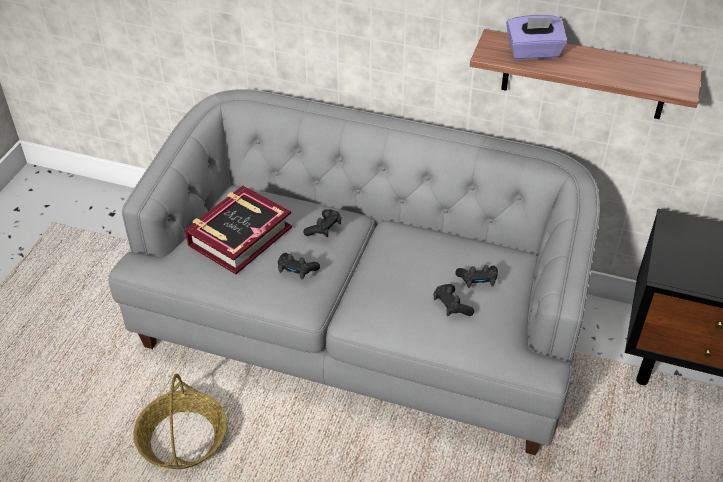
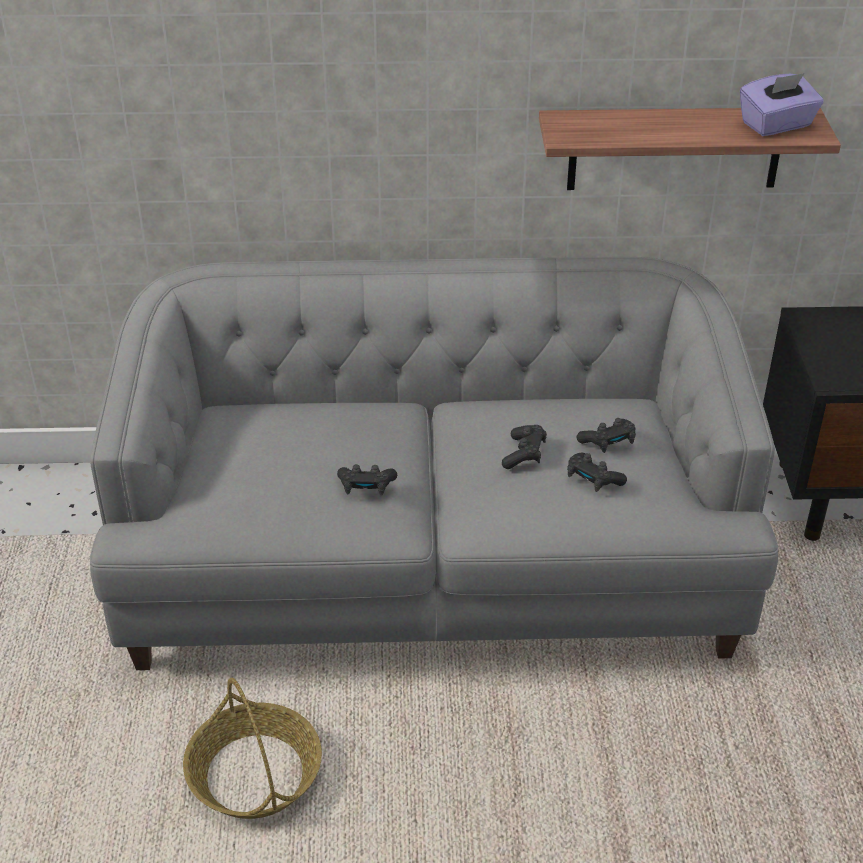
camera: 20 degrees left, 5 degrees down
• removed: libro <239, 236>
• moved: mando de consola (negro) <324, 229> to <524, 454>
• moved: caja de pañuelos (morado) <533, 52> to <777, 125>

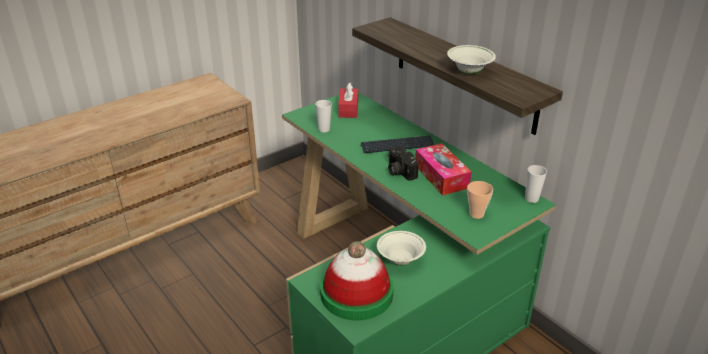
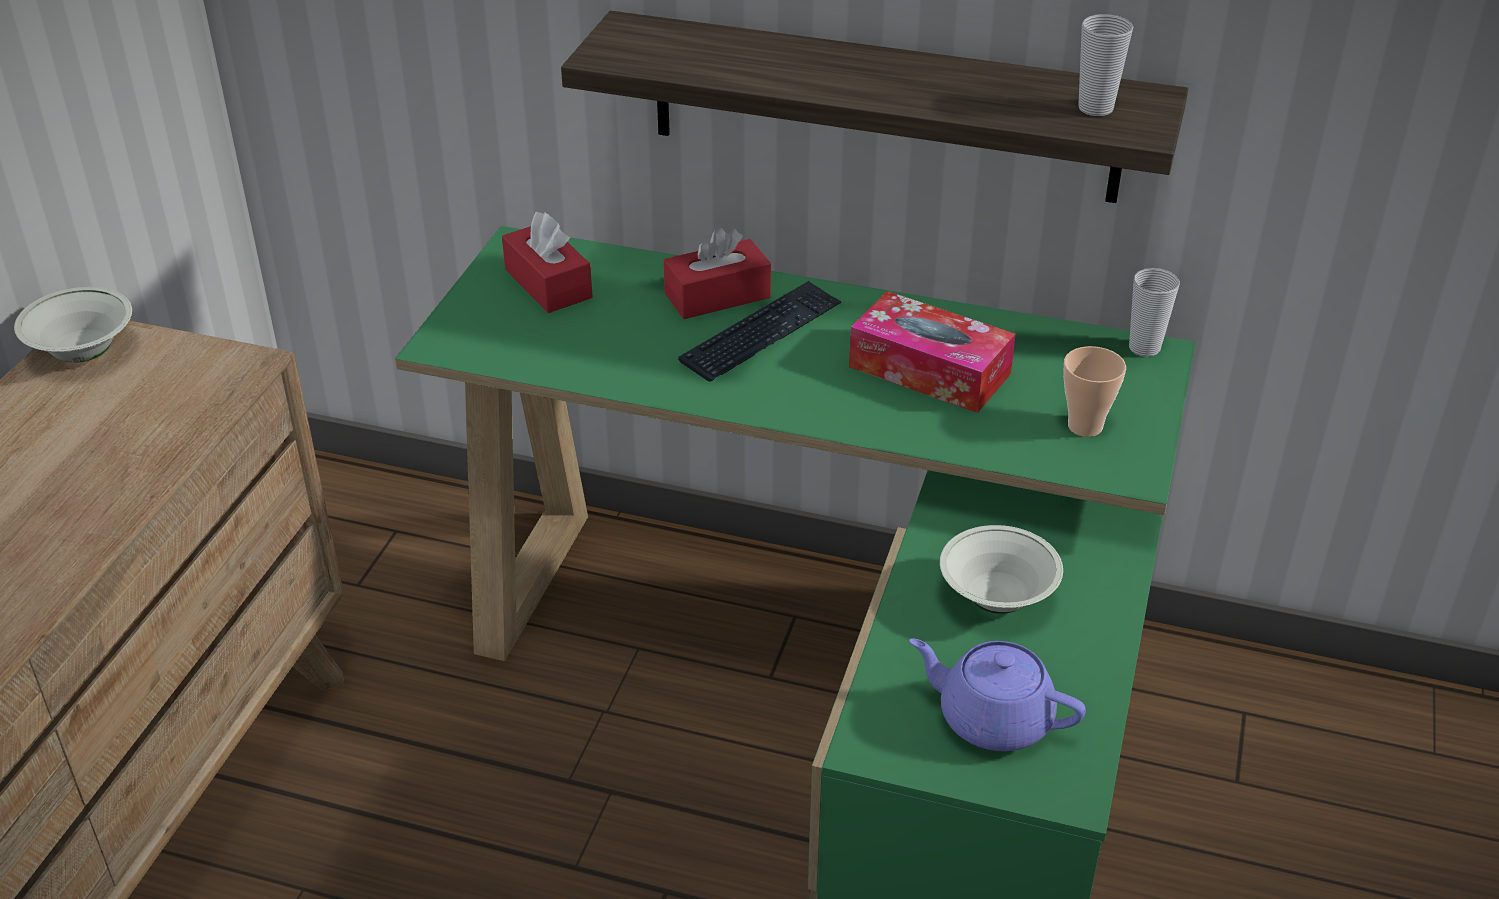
camera: 35 degrees left, 5 degrees up
• moved: taza <324, 129> to <1095, 108>
• replaced: sombrero <356, 293> to tetera (morado) <992, 718>
• removed: cámara <399, 171>
• moved: cuenco (blanco) <469, 71> to <83, 353>
• added: caja de pañuelos (rojo) <717, 296>

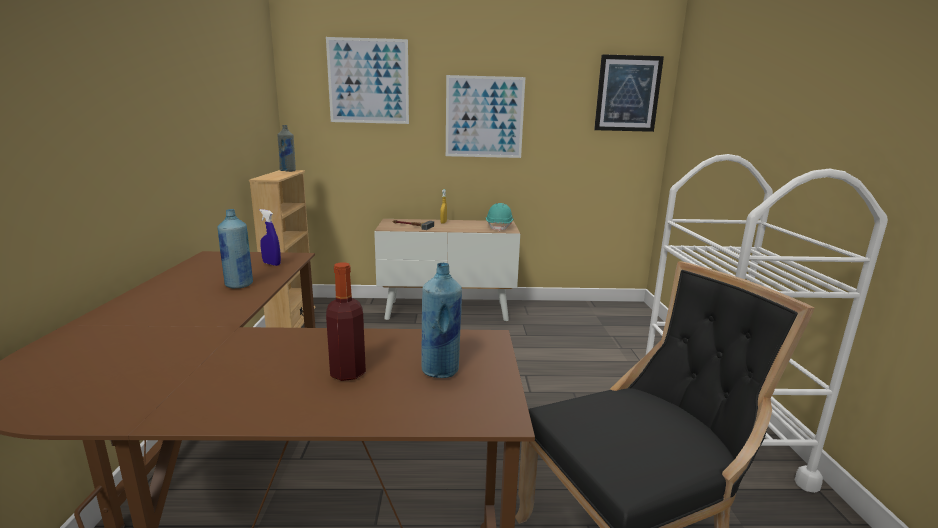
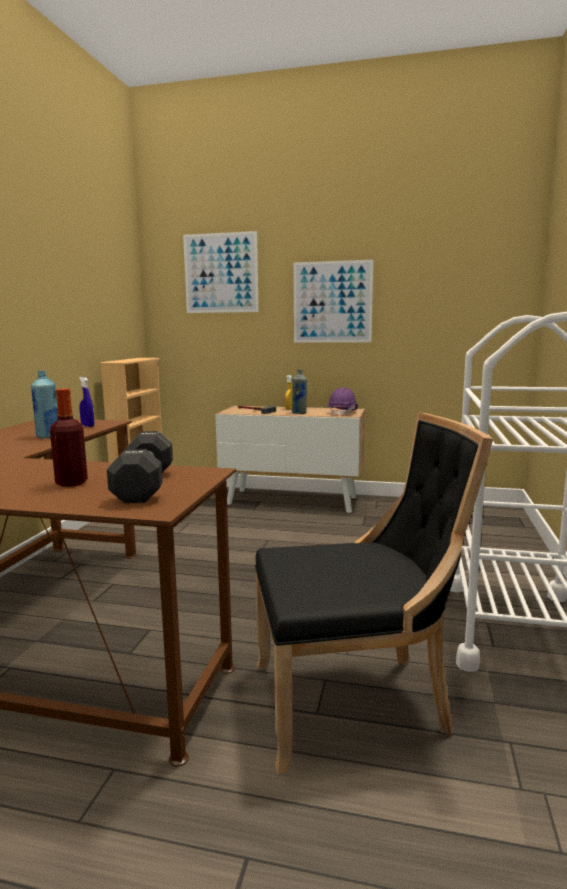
camera: 15 degrees right, 5 degrees down
• moved: botella (gris) <288, 171> to <299, 413>
• replaced: botella (azul) <441, 370> to mancuerna (negro) <144, 486>
• recoloured: casco (turquesa) <499, 227> to casco (morado) <343, 412>
• removed: cuadro <627, 94>

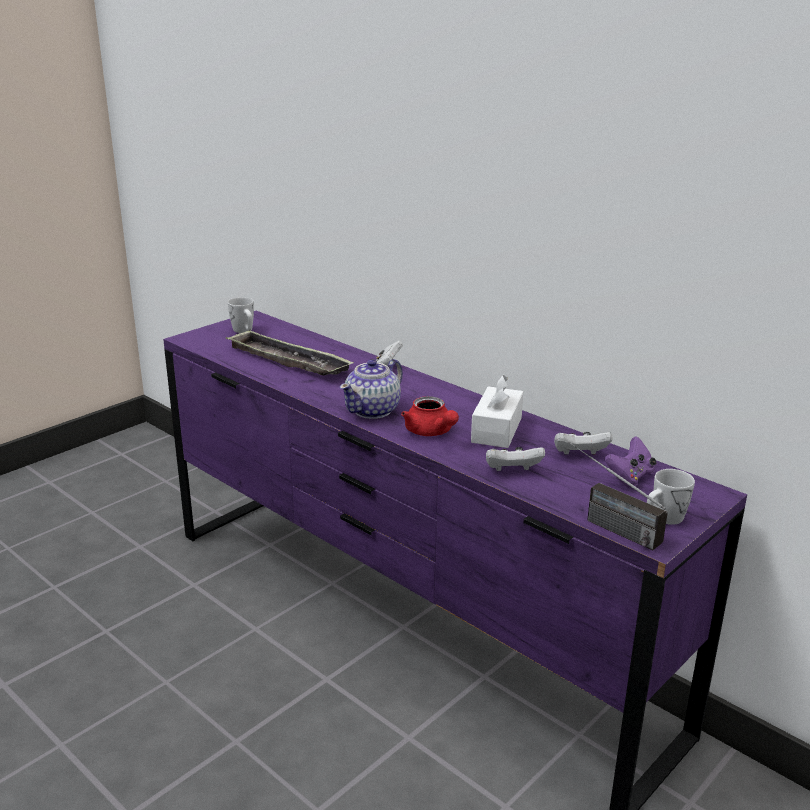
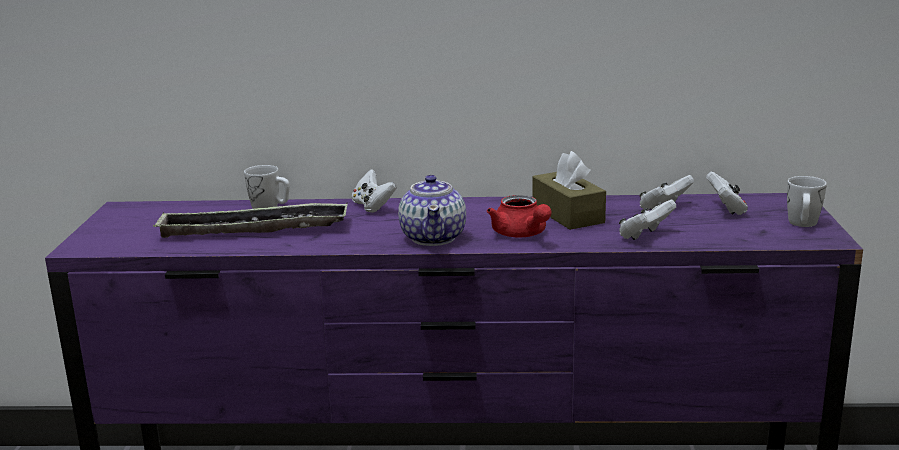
camera: 40 degrees left, 5 degrees down
• moved: taza grande (blanco) <244, 331> to <270, 208>
• turned: tetera (rojo) <431, 432> = <521, 234> 45 degrees clockwise
• recoloured: caja de pañuelos (blanco) <496, 430> to caja de pañuelos (marrón) <567, 214>
• removed: radio <605, 524>
• recoloured: mando de consola (morado) <629, 477> to mando de consola (blanco) <726, 209>

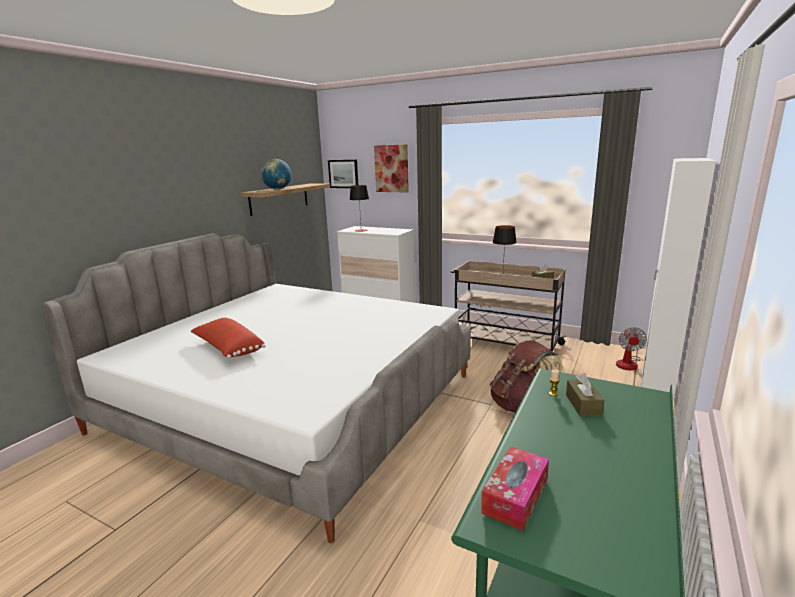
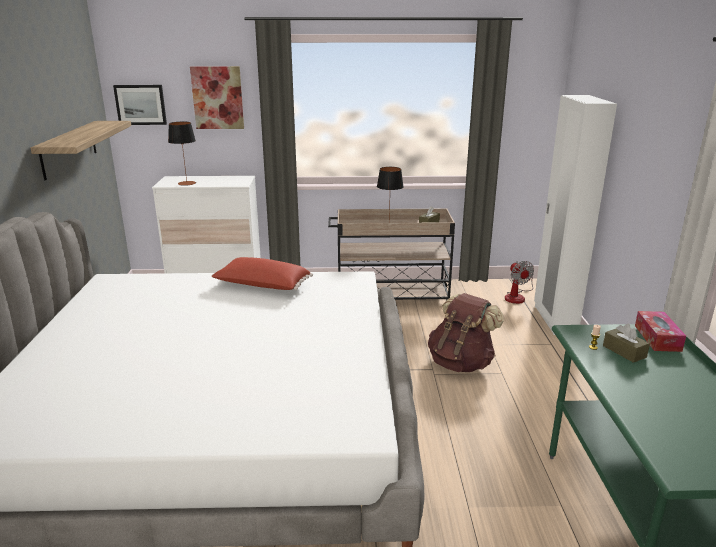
camera: 30 degrees left, 5 degrees up
• moved: cojín (rojo) <228, 348> to <262, 286>
• removed: globo terráqueo <278, 189>
• moved: caja de pañuelos <515, 496> to <657, 338>

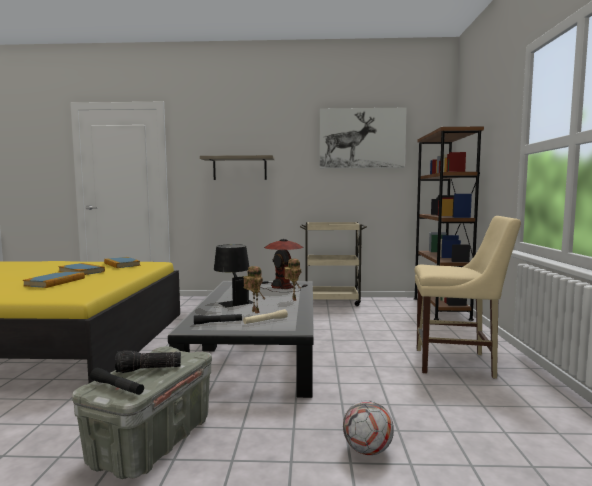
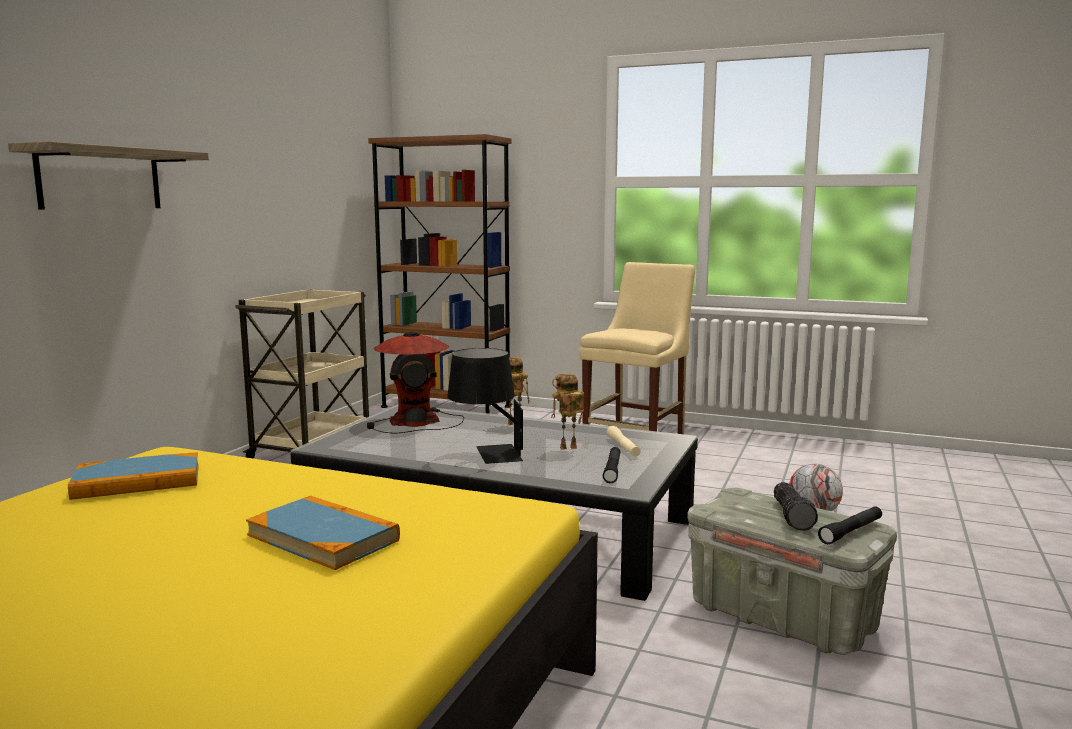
camera: 70 degrees left, 5 degrees up
• removed: libro <81, 271>
• removed: cuadro <362, 138>

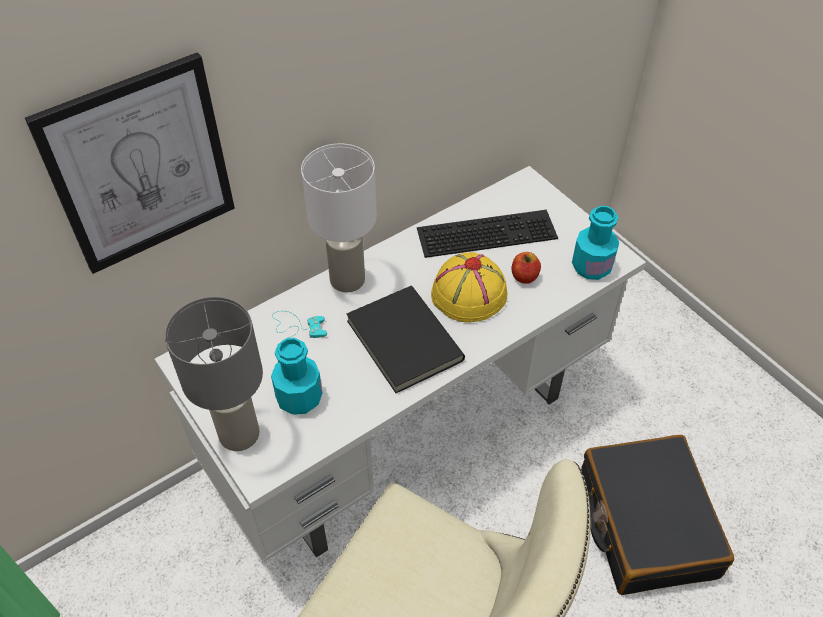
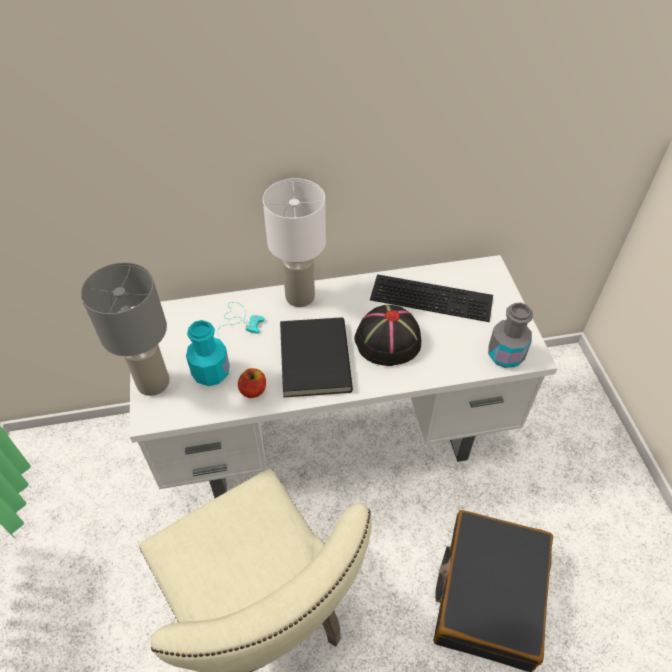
camera: 25 degrees right, 0 degrees up
• removed: cuadro <140, 166>
• recoloured: sombrero (amarillo) <468, 294> to sombrero (negro) <387, 341>
• moved: manzana <524, 276> to <253, 390>
• recoloured: botella (turquesa) <591, 266> to botella (gris) <505, 355>

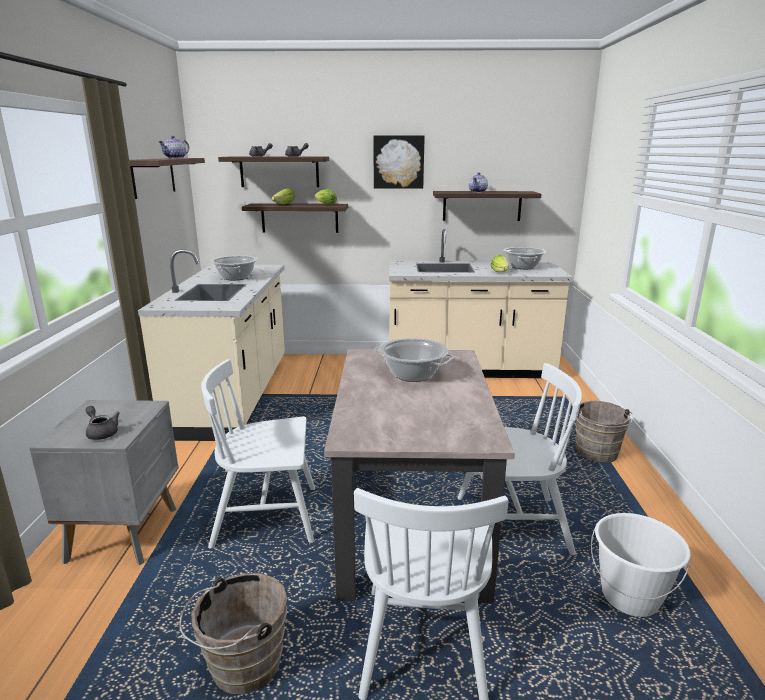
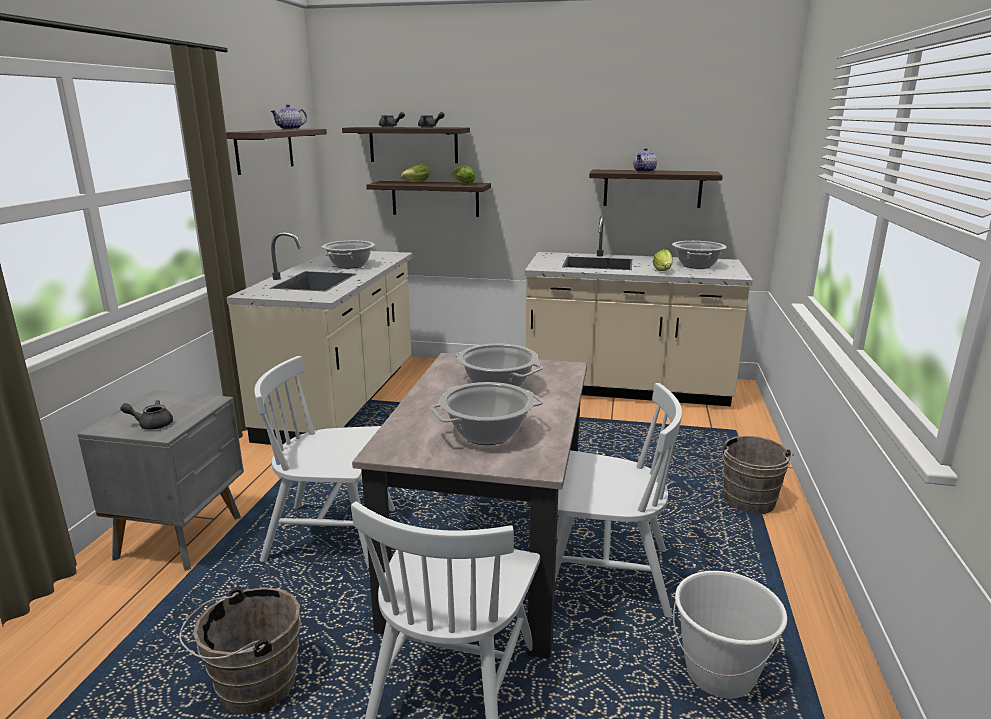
camera: 10 degrees right, 0 degrees up
• turned: tetera (gris) <101, 432> = <151, 424> 60 degrees counterclockwise
• removed: cuadro <398, 162>
• added: olla <487, 434>

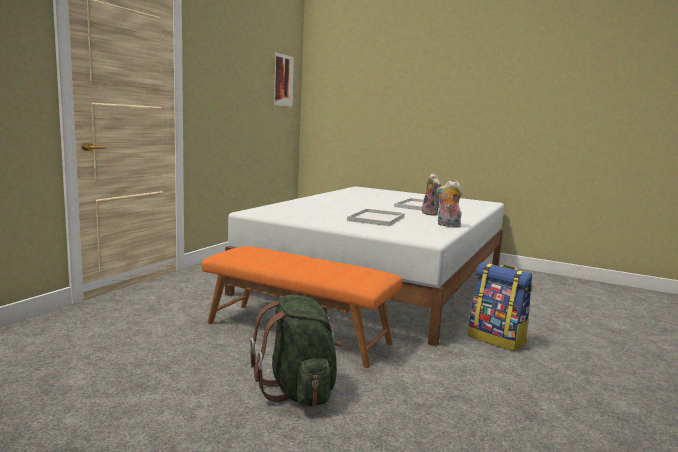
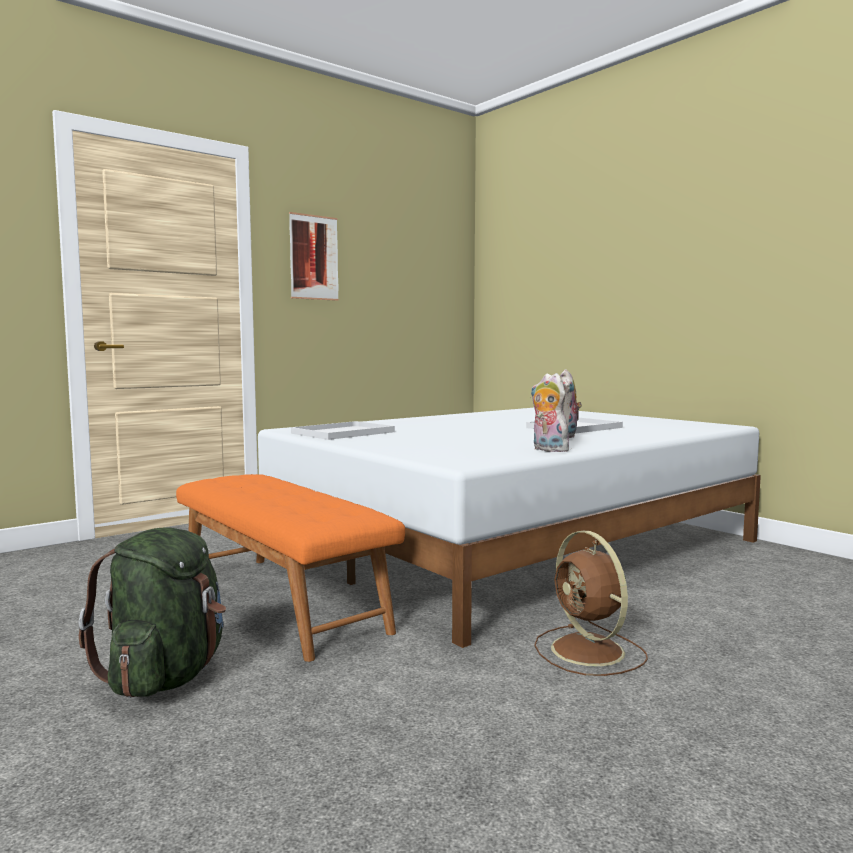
camera: 25 degrees right, 5 degrees down
• moved: cuadro <283, 80> to <314, 257>
• moved: bandeja (blanco) <376, 218> to <344, 432>
• replaced: mochila <497, 339> to ventilador (marrón) <589, 652>

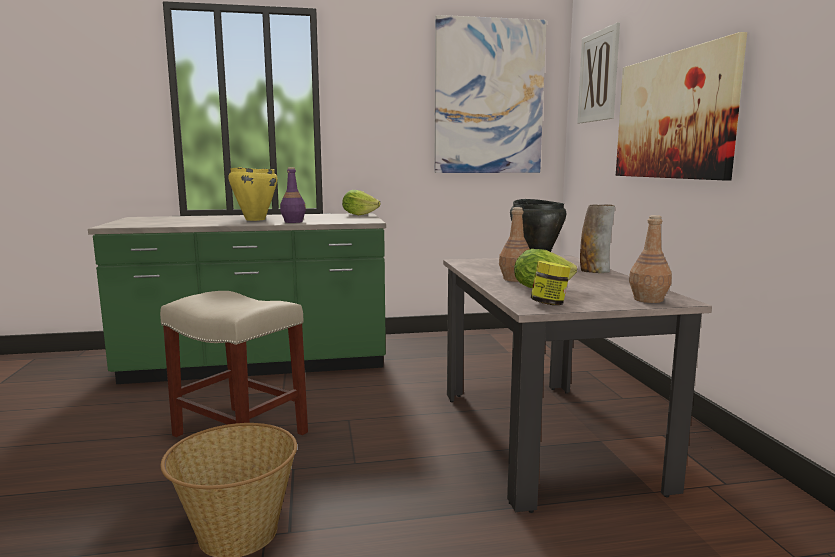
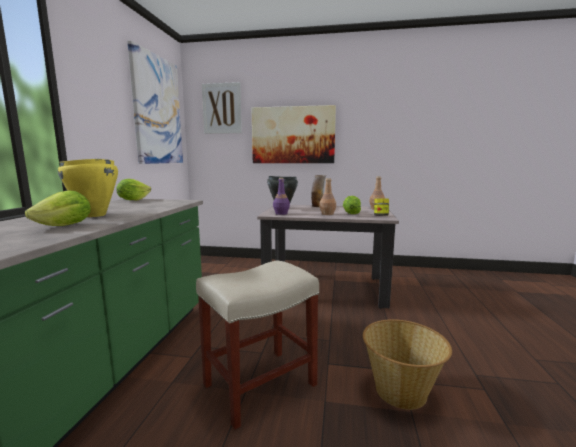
camera: 70 degrees left, 0 degrees up
• moved: botella (morado) <293, 222> to <281, 213>
• added: lechuga <65, 226>

